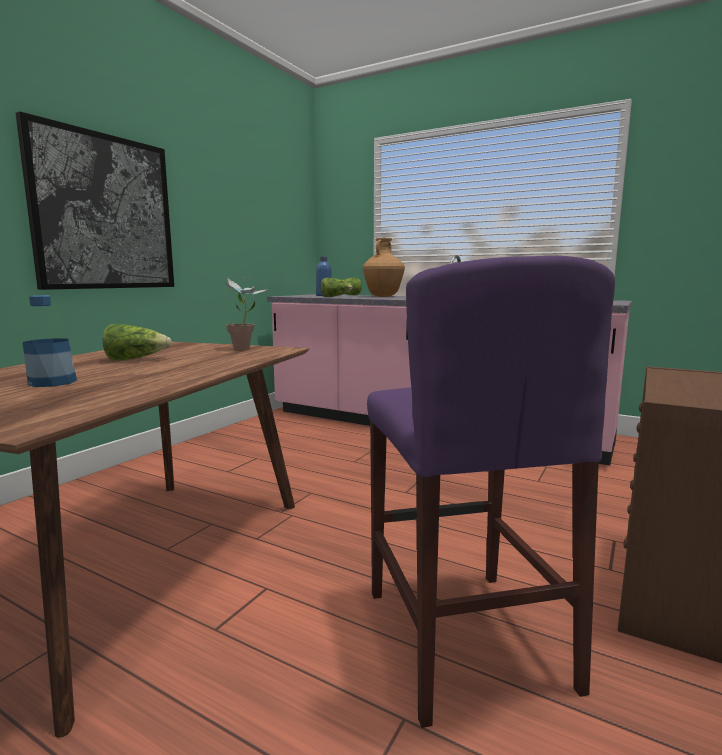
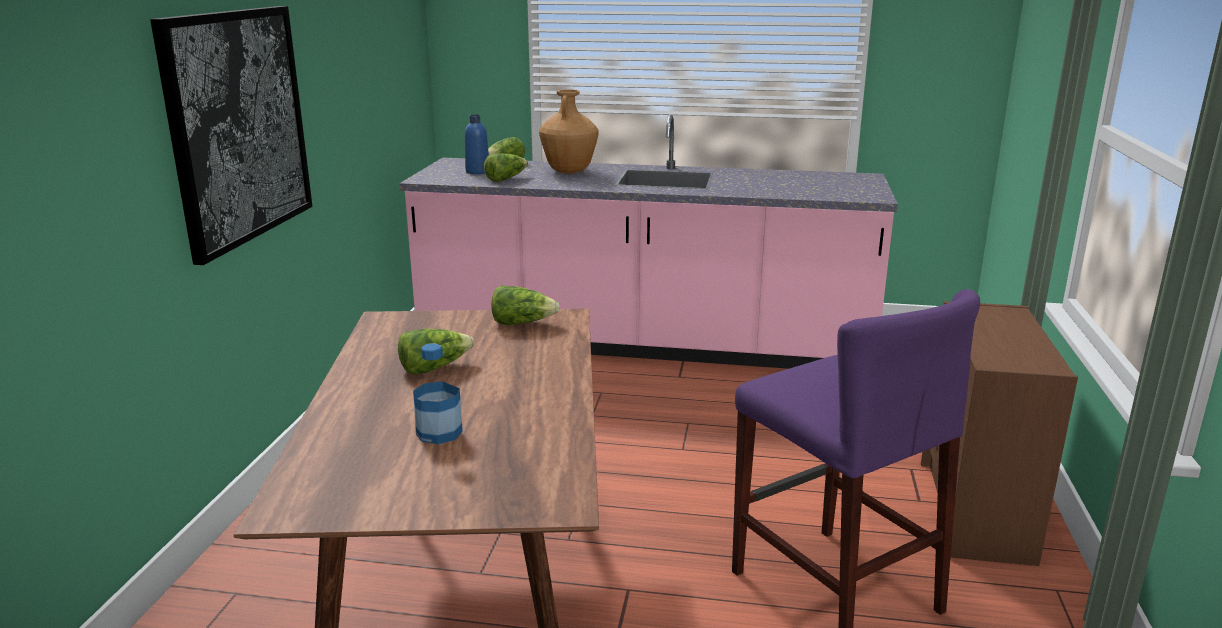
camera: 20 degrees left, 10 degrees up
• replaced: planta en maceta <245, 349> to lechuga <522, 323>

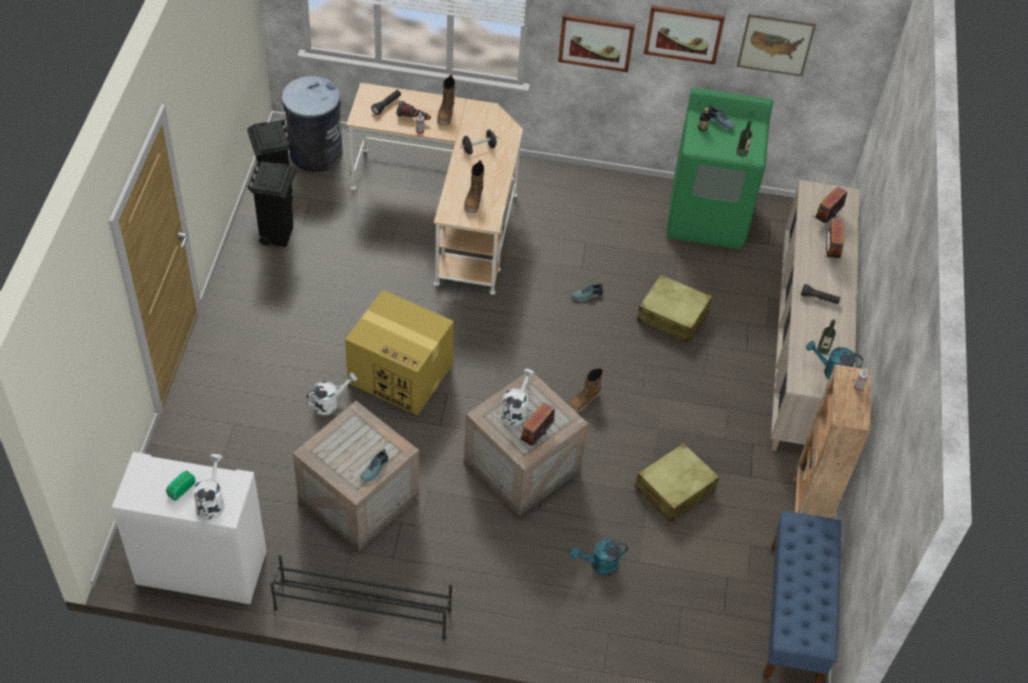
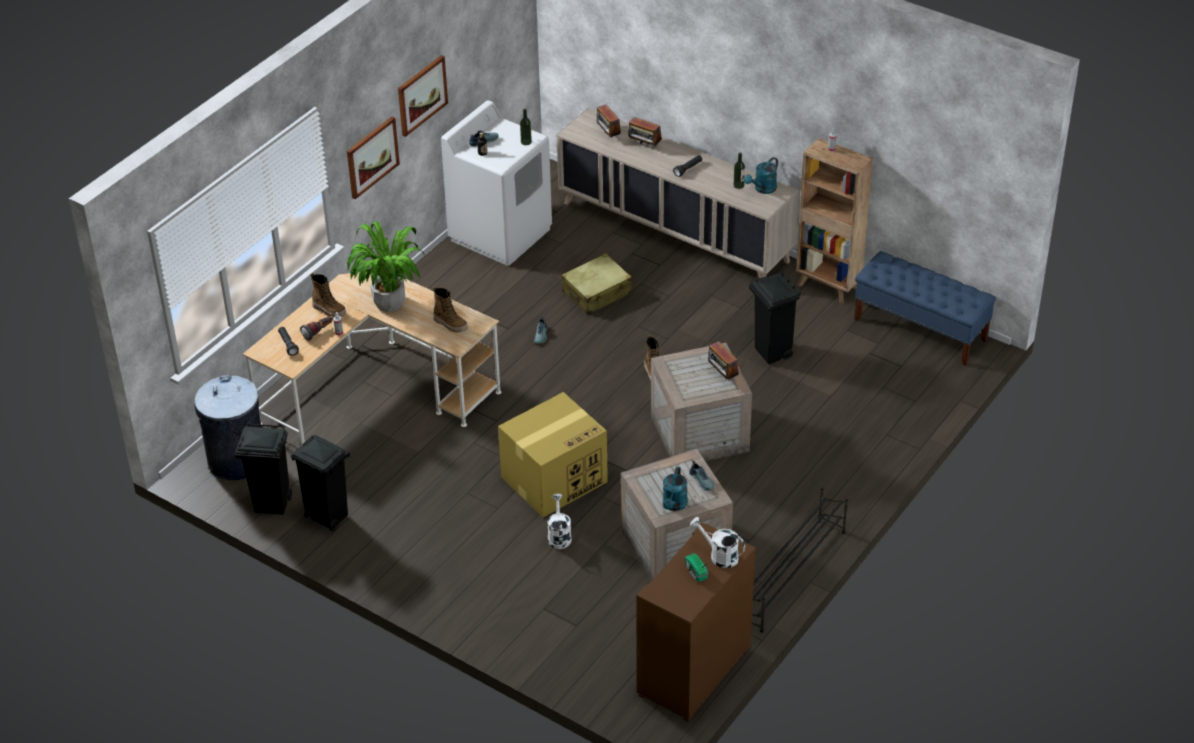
camera: 60 degrees left, 10 degrees down
• recoloured: armario (blanco) <201, 569> to armario (marrón) <694, 672>
• replaced: mancuerna (negro) <479, 149> to planta en maceta <388, 302>
• removed: regadera (blanco) <515, 410>
• moved: regadera (turquesa) <599, 564> to <674, 505>
• replaced: maleta (beis) <674, 489> to papelera (negro) <772, 353>
• recoloured: lavadora (verde) <708, 216> to lavadora (blanco) <501, 234>
• removed: cuadro <775, 44>

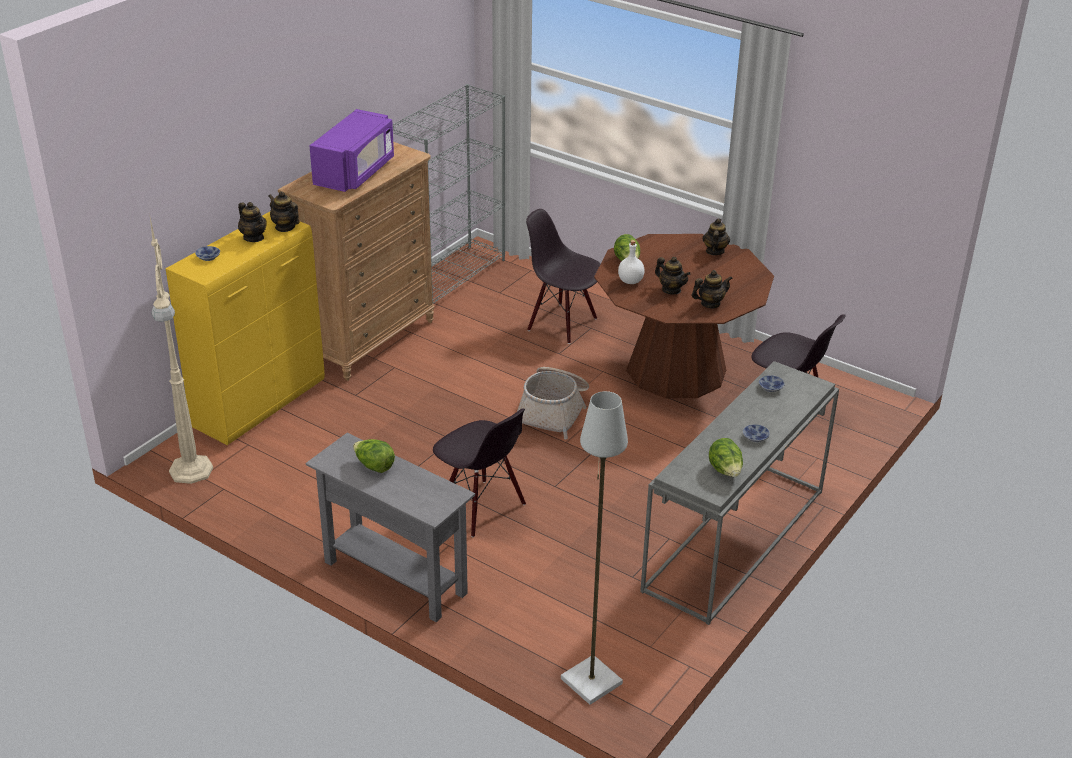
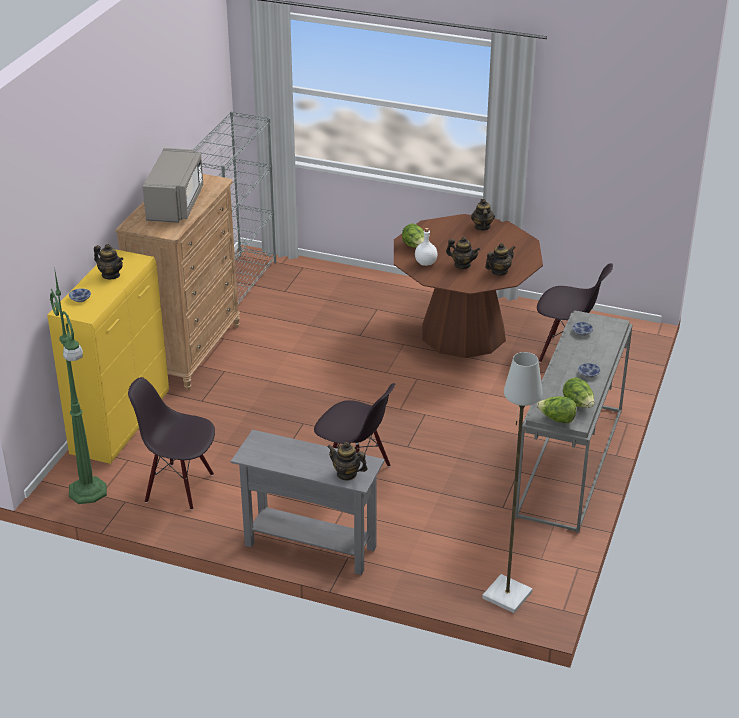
camera: 15 degrees left, 0 degrees up
• recoloured: lámpara de pie (beis) <191, 471> to lámpara de pie (verde) <88, 492>
• moved: tetera <285, 227> to <347, 474>
• recoloured: microondas (morado) <355, 172> to microondas (gris) <175, 204>
• moved: lechuga <374, 466> to <556, 419>
• removed: cesta <553, 411>
• moved: silla (negro) <562, 323> to <180, 487>

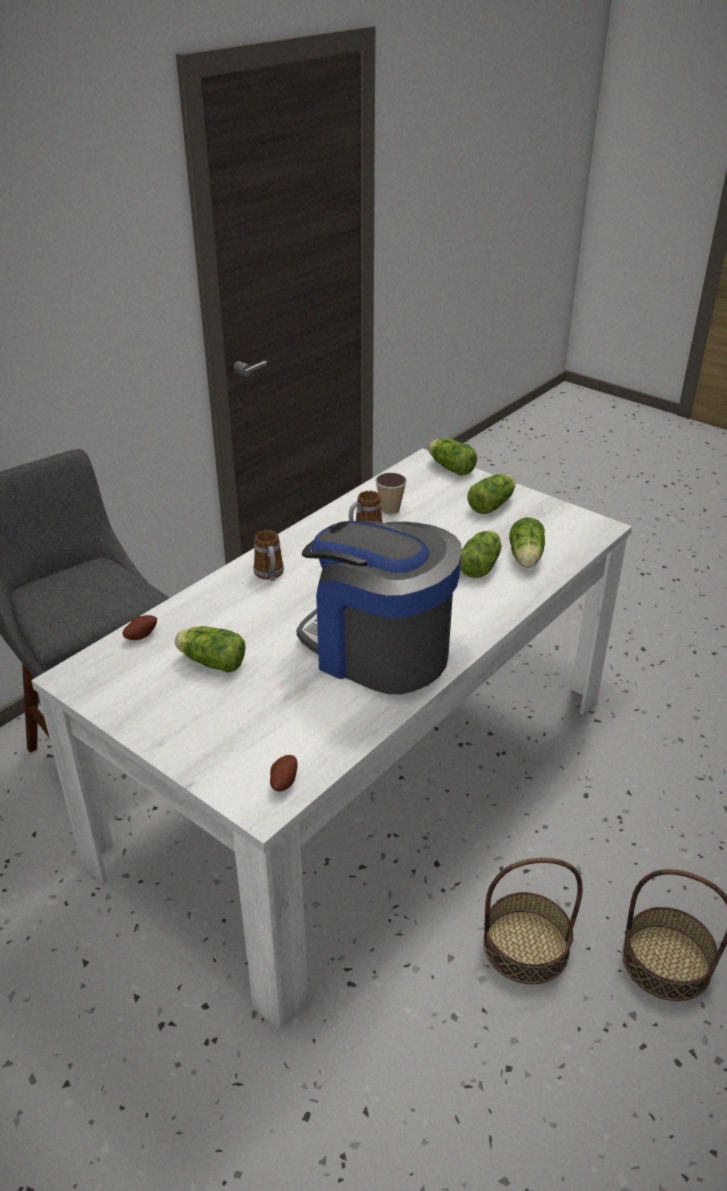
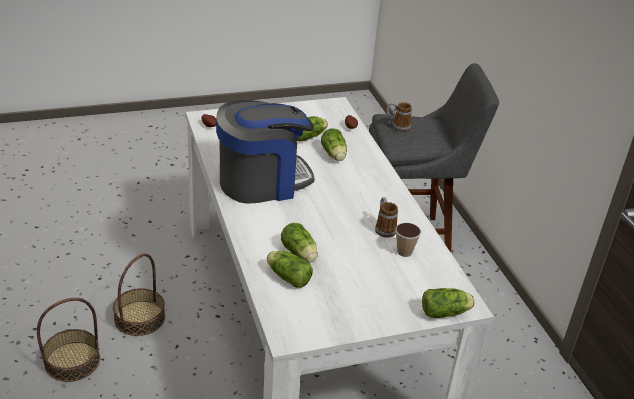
camera: 120 degrees right, 0 degrees up
• moved: taza grande <270, 575> to <397, 126>
• moved: lechuga <493, 505> to <334, 155>

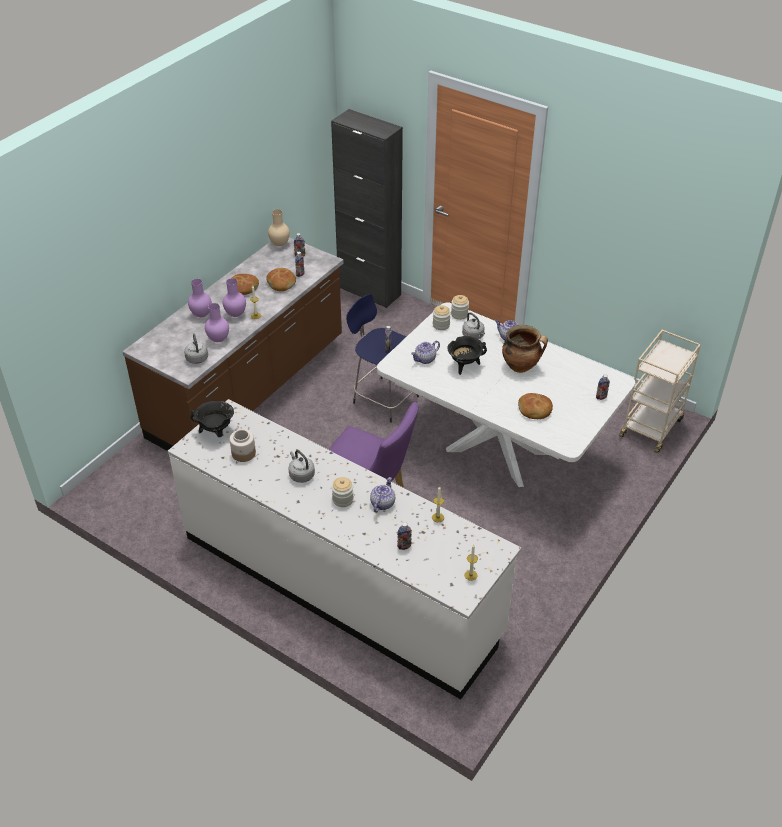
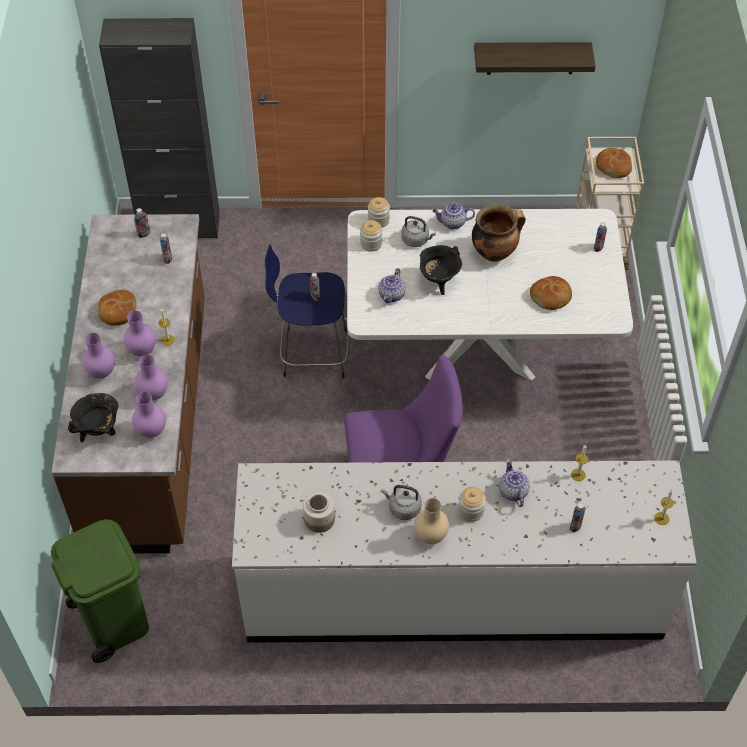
camera: 35 degrees left, 10 degrees up
• replaced: hervidor (gris) <197, 357> to florero (morado) <151, 431>
• moved: olla (negro) <216, 432> to <99, 431>
• moved: pan <281, 283> to <613, 167>
• moved: florero (beis) <279, 244> to <429, 536>
• added: papelera (verde) <113, 620>
• added: estante <531, 58>

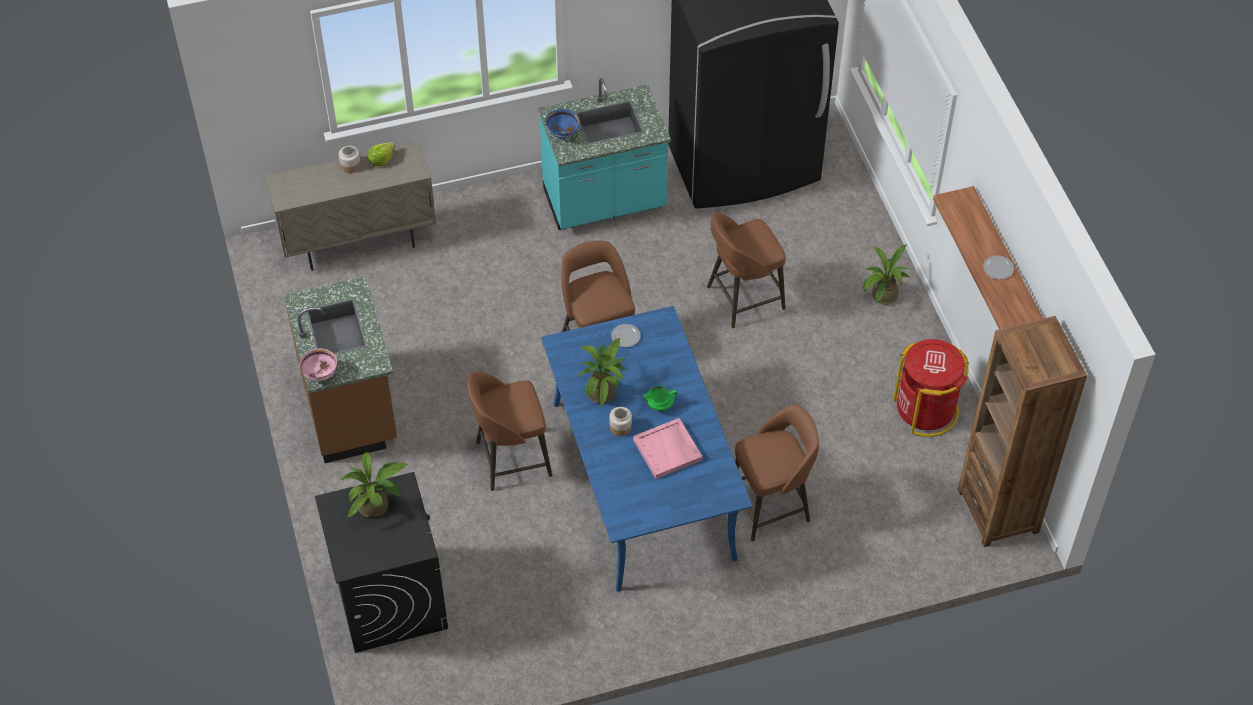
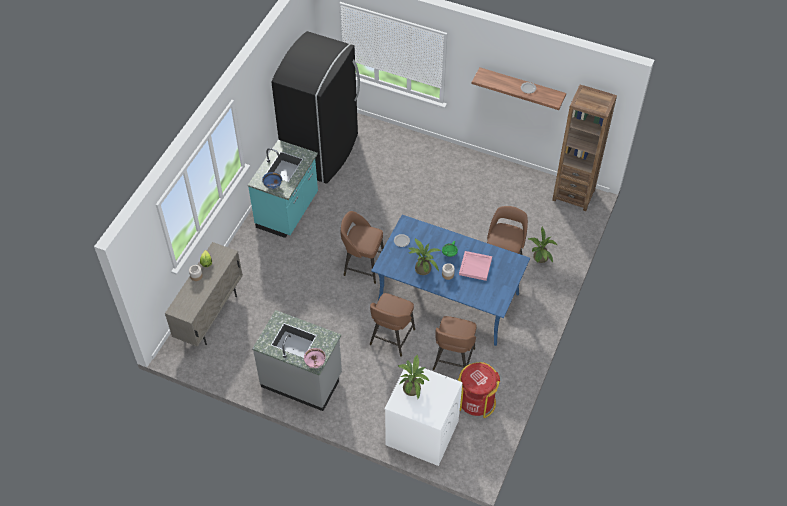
camera: 50 degrees left, 0 degrees up
• recoloured: mueble bajo de cocina (marrón) <351, 407> to mueble bajo de cocina (gris) <302, 380>
• recoloured: lavadora (negro) <390, 598> to lavadora (blanco) <421, 433>
• moved: taburete (marrón) <743, 298> to <453, 360>
• moved: planta en maceta <881, 296> to <540, 259>
• moved: papelera (rojo) <926, 410> to <476, 401>

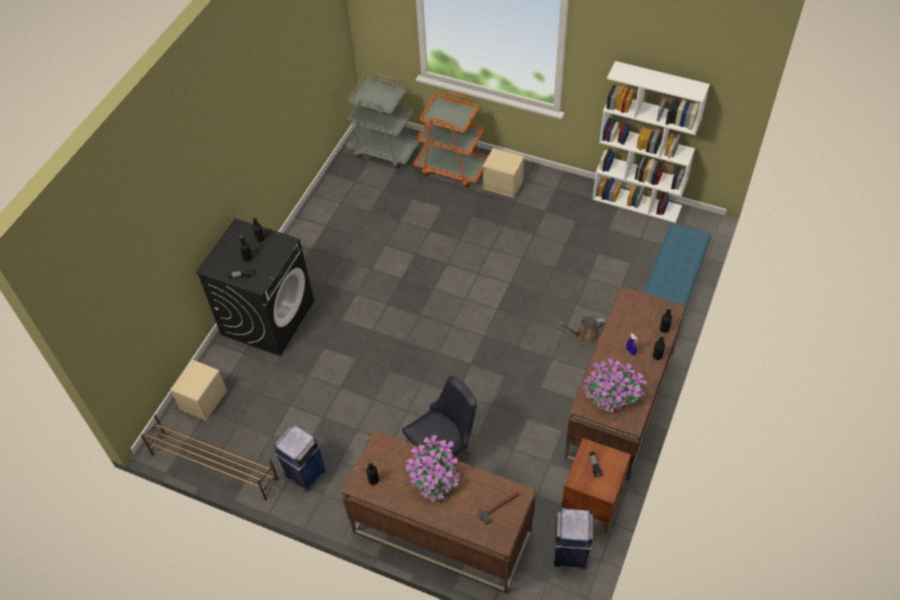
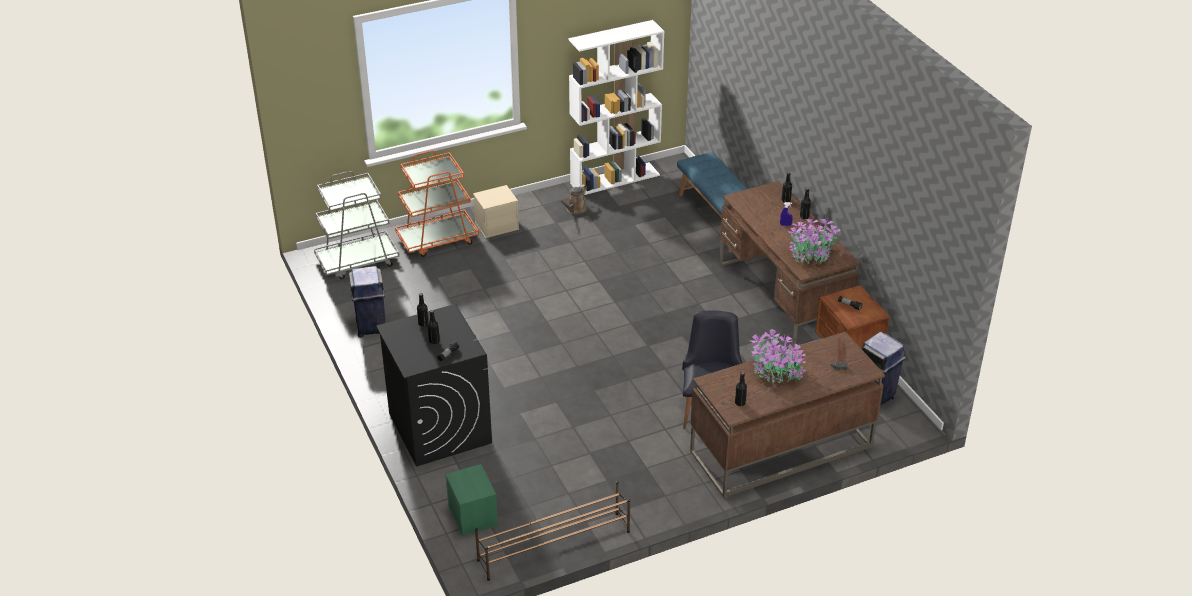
camera: 50 degrees left, 15 degrees down
• recoloured: caja de almacenaje (beis) <203, 400> to caja de almacenaje (verde) <473, 515>
• moved: papelera (azul) <305, 474> to <371, 327>
• moved: regadera (marrón) <585, 335> to <575, 209>

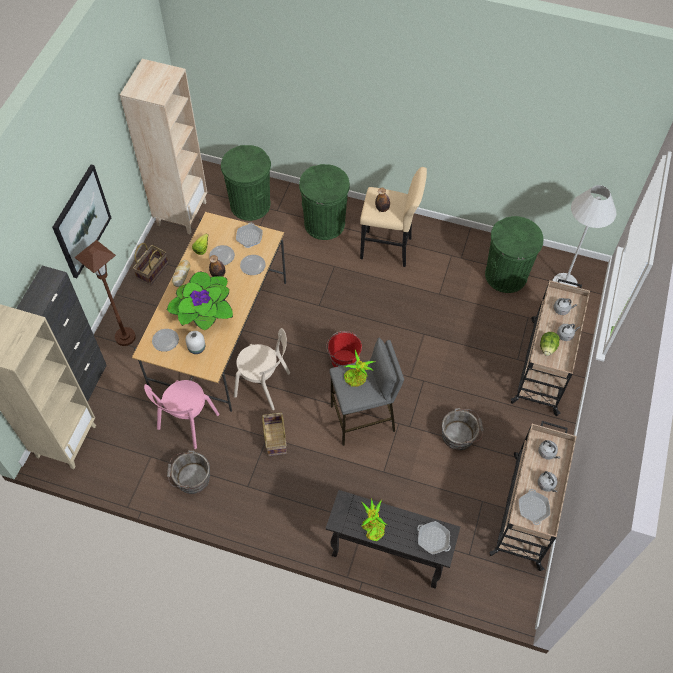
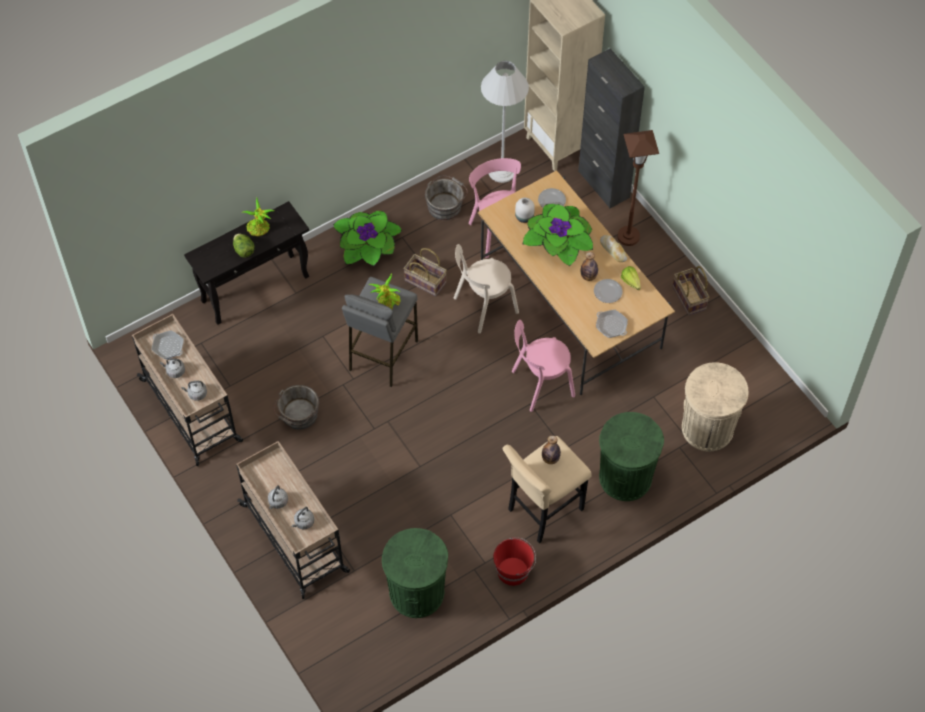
camera: 130 degrees right, 0 degrees up
• removed: cuadro <81, 221>
• removed: estantería (beis) <181, 213>
• recoloured: papelera (verde) <250, 205> to papelera (beis) <707, 428>
• removed: plato <252, 266>
• moved: cubo (rojo) <343, 360> to <513, 571>
• removed: sartén <433, 539>
• moved: lechuga <547, 348> to <244, 250>
• moved: lámpara de pie (blanco) <564, 284> to <502, 171>
• added: planta en maceta <367, 247>
• added: silla (rosa) <540, 384>

